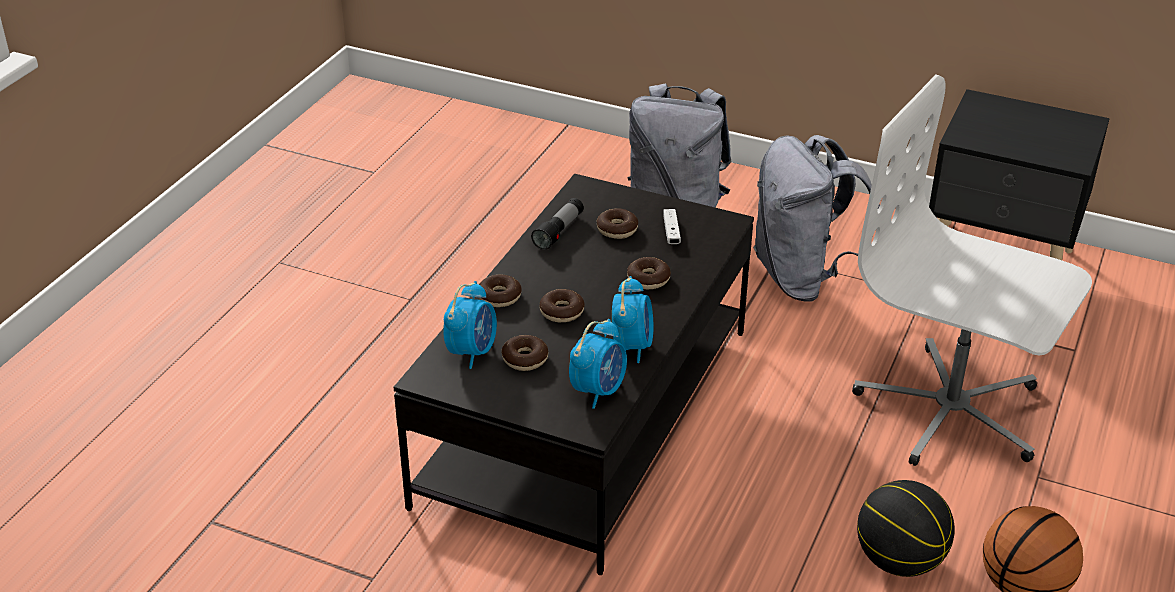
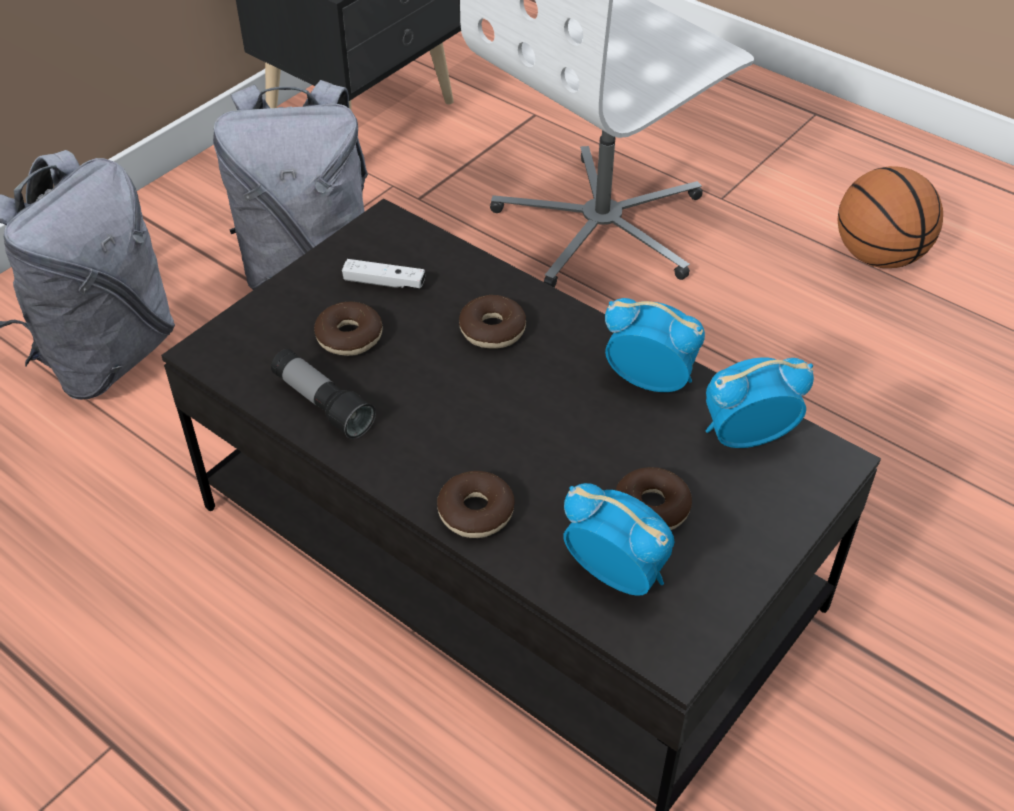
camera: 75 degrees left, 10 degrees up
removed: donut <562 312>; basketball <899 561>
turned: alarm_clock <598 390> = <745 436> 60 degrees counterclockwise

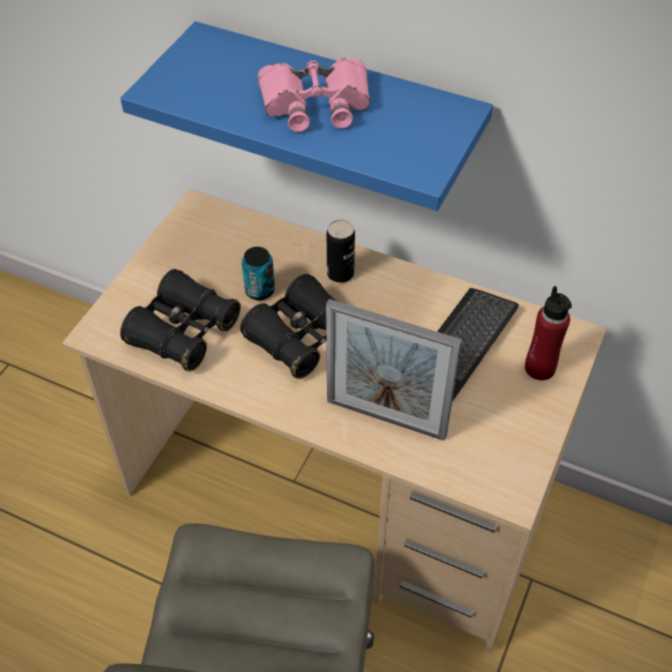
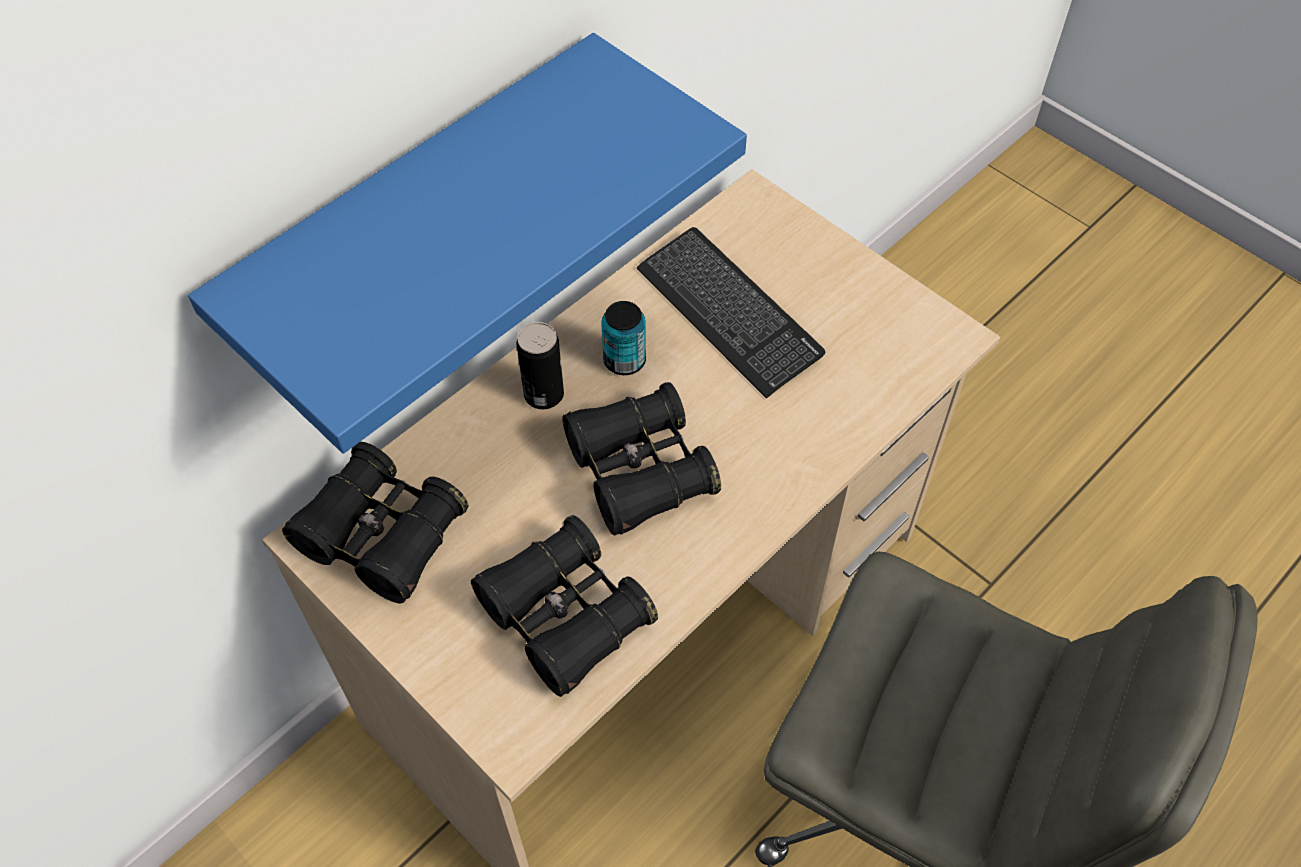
camera: 70 degrees left, 5 degrees up
removed: pink_binoculars <315 103>; picture_frame <386 418>; red_bottle <540 368>
added: black_binoculars <382 535>
moved: can <260 291> to <624 360>

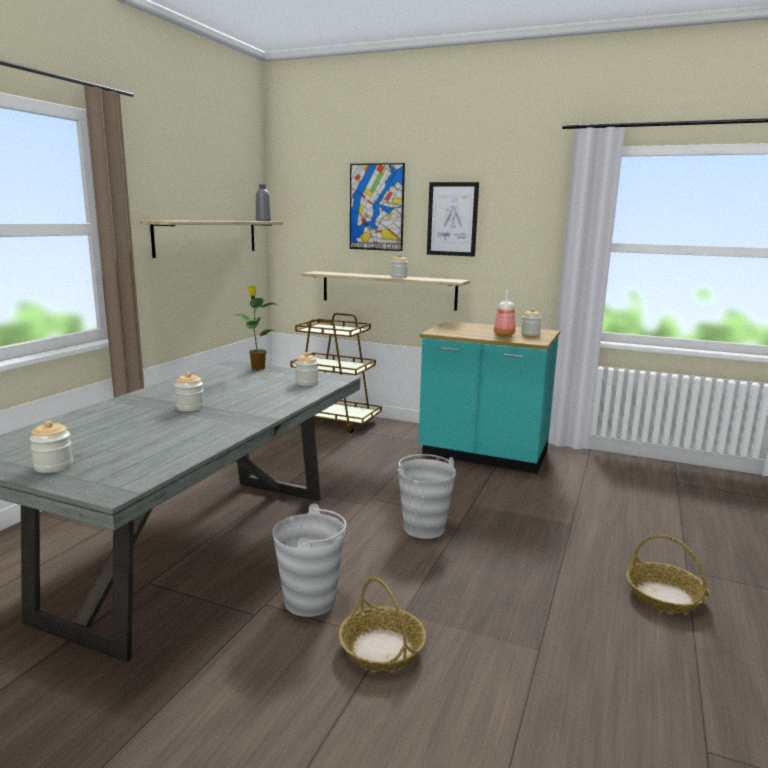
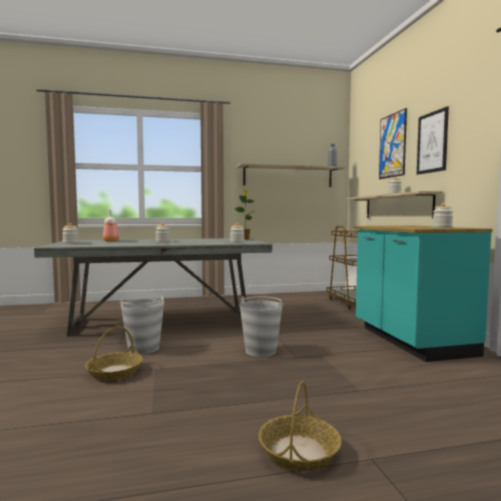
camera: 55 degrees right, 10 degrees down
moved: bottle <503 334> to <111 241>

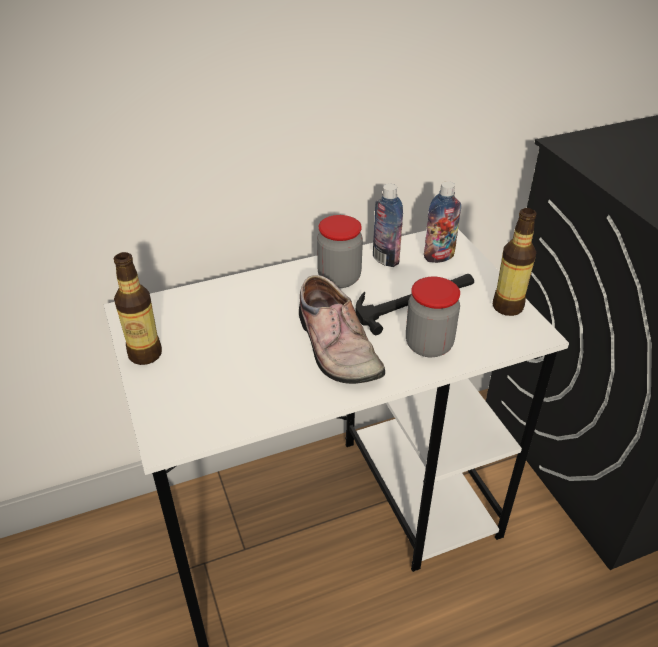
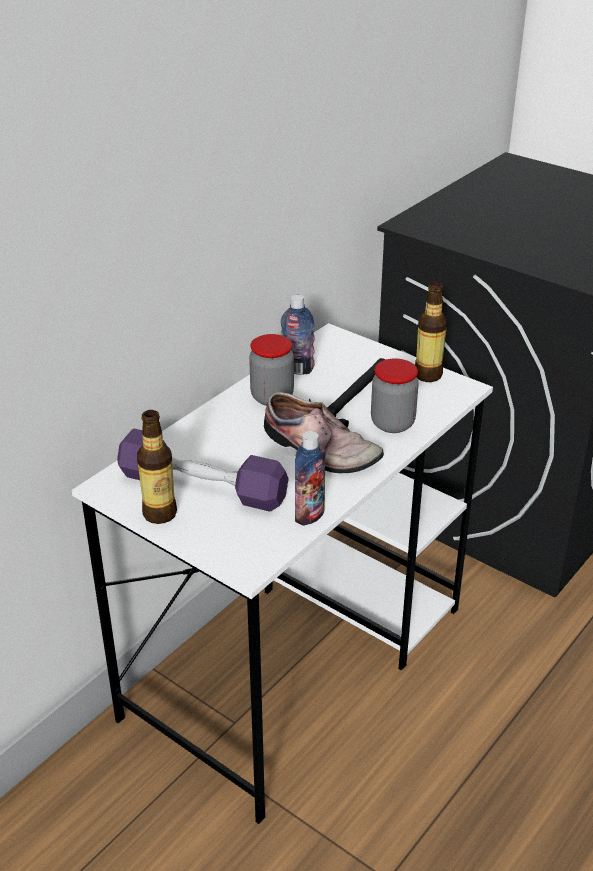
camera: 30 degrees left, 5 degrees down
added: purple_dumbbell <202 487>
moved: bottle <439 256> to <309 515>

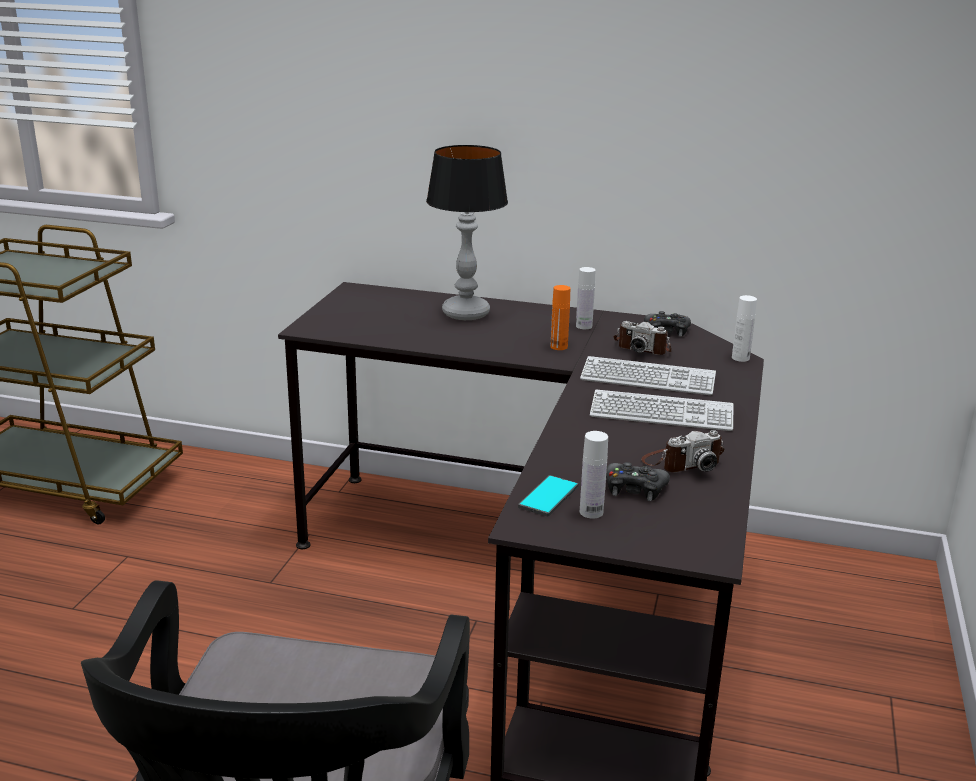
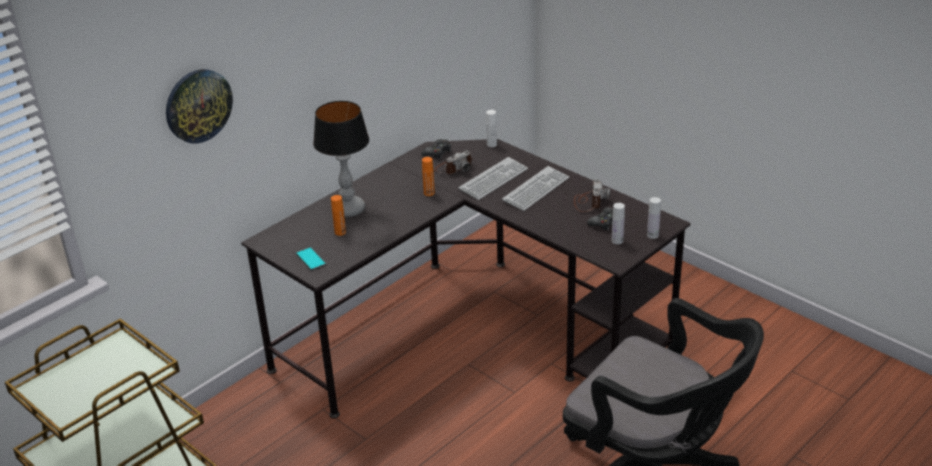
camera: 60 degrees left, 10 degrees up
added: wall_clock <198 105>; orange_bottle <340 232>
moved: phone <548 497> to <311 259>; white_bottle <584 326> to <652 235>

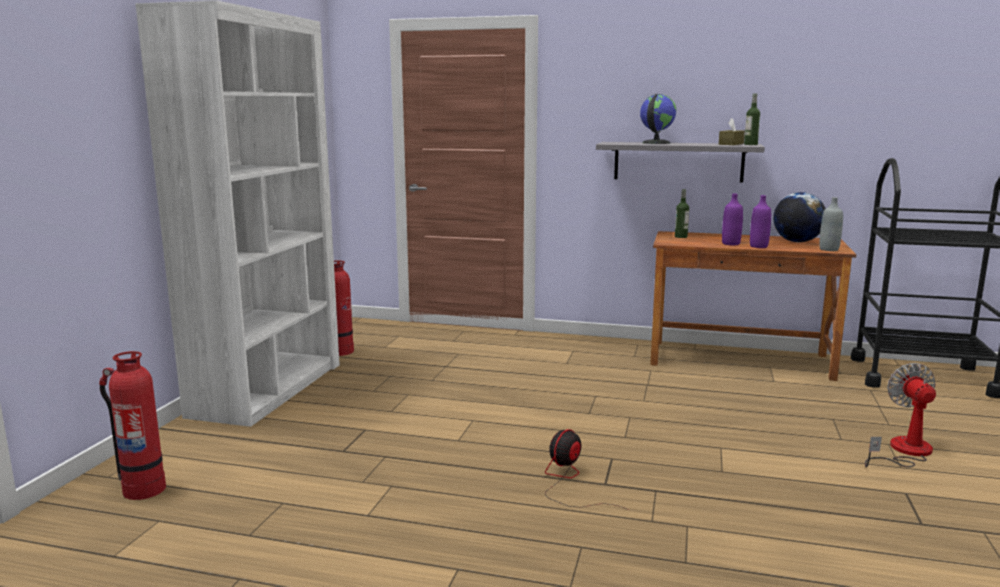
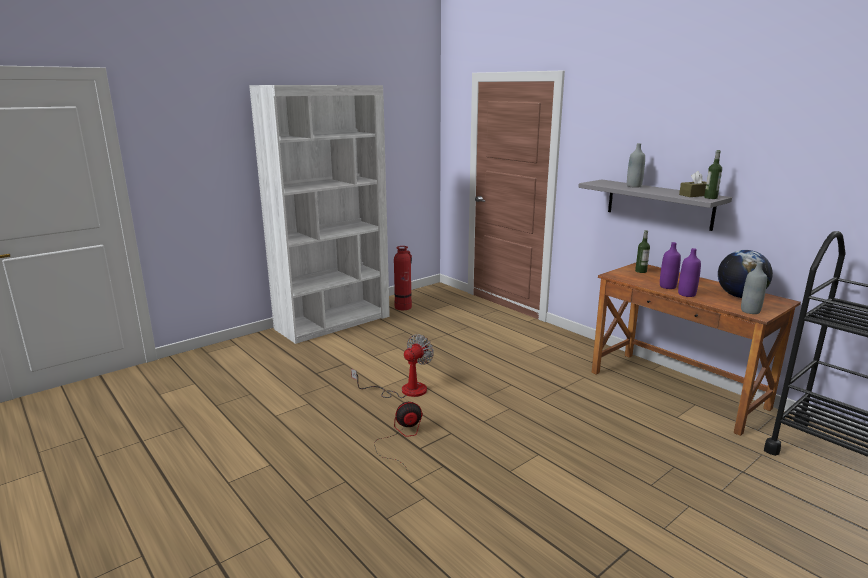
camera: 35 degrees right, 5 degrees up
removed: fire_extinguisher <143 489>
moved: fan <903 452> to <404 390>
replaced: globe <655 143> to grey_bottle <634 186>

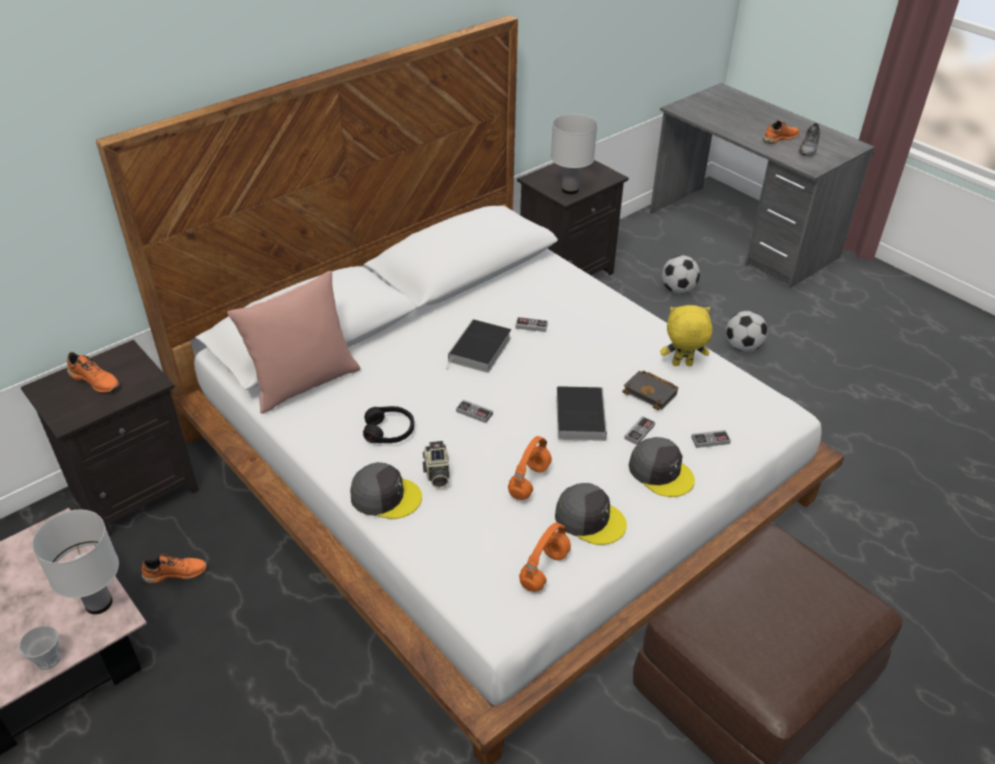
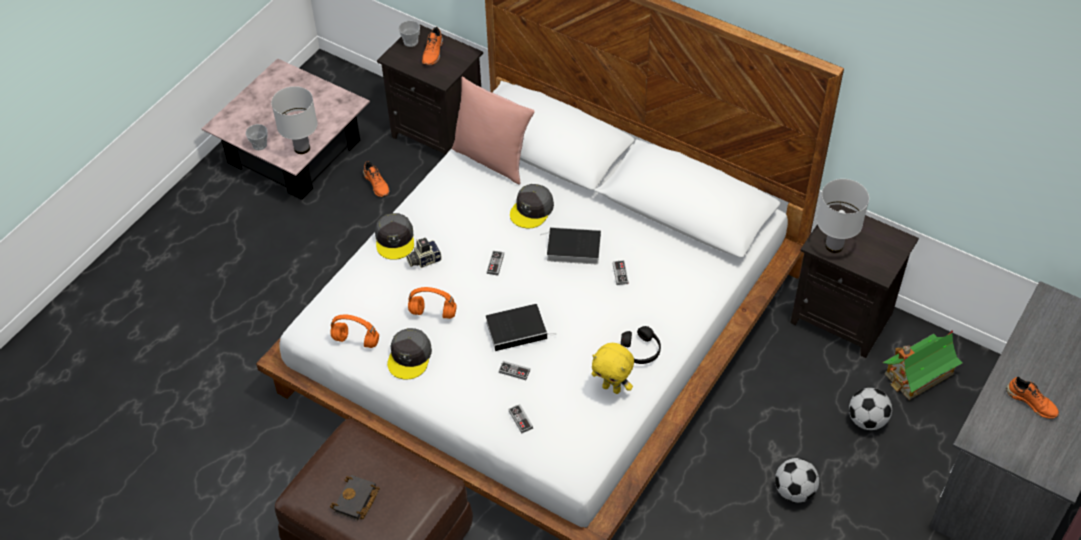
camera: 75 degrees right, 10 degrees up
removed: grey_shoe <809 149>
added: cup <411 42>; toy_house <918 374>
moved: black_book <652 393> to <356 501>; grey_cap <661 472> to <532 210>; black_headphones <389 431> to <640 350>
turned: yellow_plush_toy <682 365> = <612 388> 135 degrees clockwise

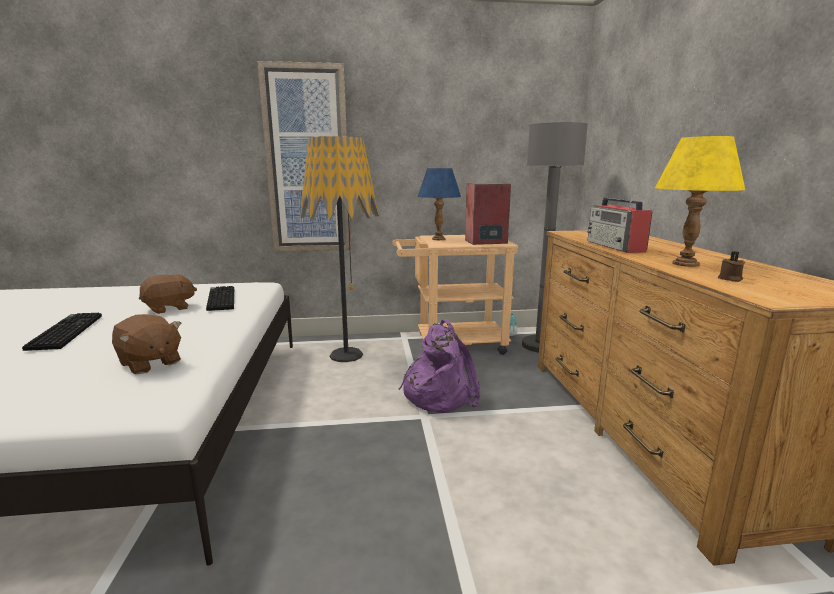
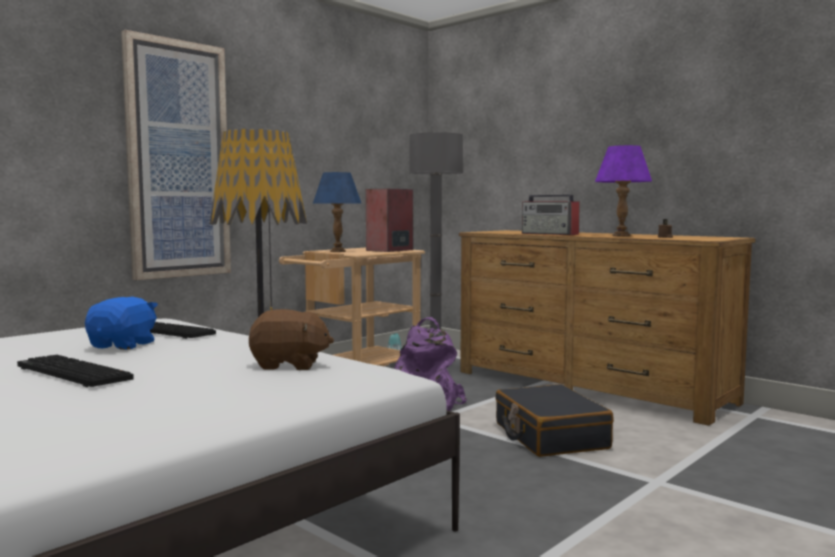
camera: 40 degrees left, 10 degrees down
added: black_suitcase <550 436>
recoloured: brown_plush_toy <169 308> to blue_plush_toy <124 345>; yellow_table_lamp <685 264> to purple_table_lamp <621 236>

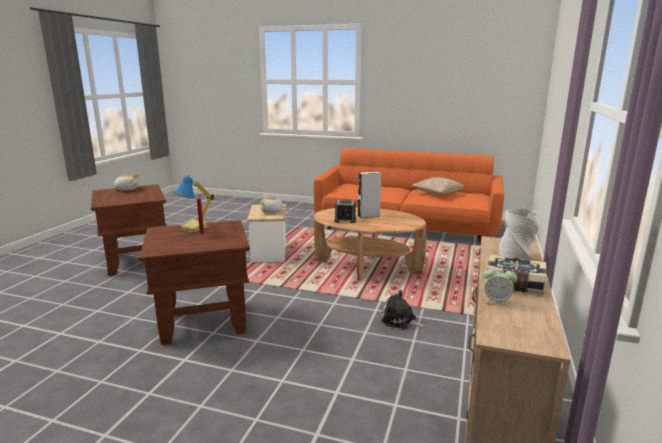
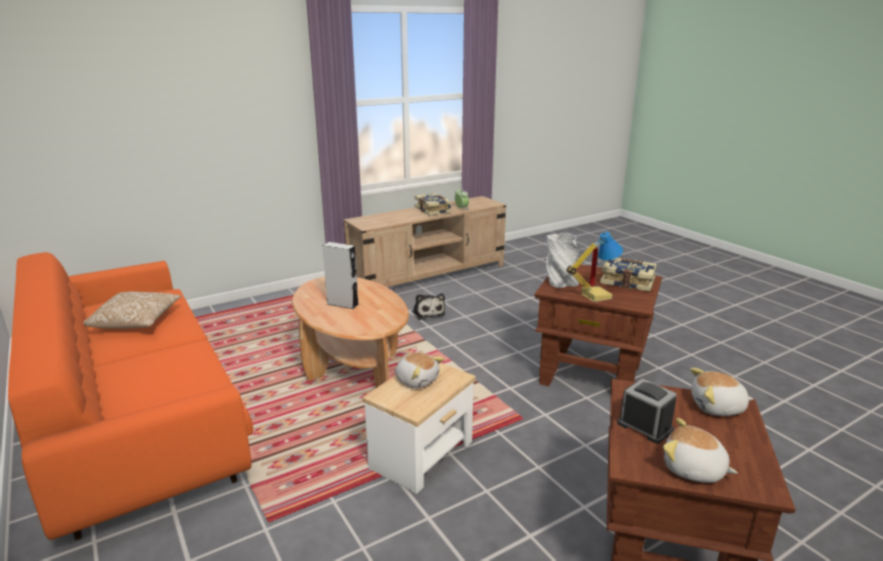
camera: 140 degrees left, 5 degrees up
added: book <627 282>; plush_toy <717 407>
moved: grey_vase <515 257> to <560 282>; alarm_clock <345 220> to <645 426>

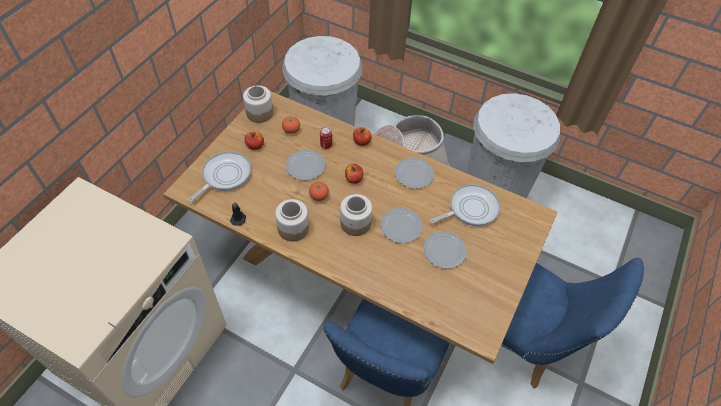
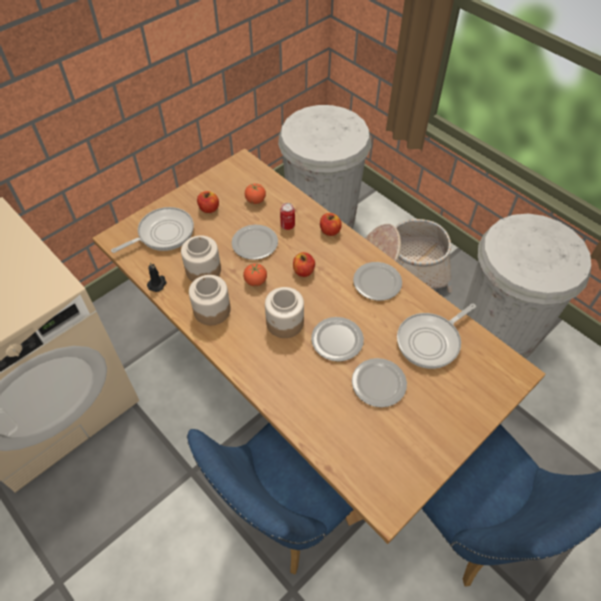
camera: 20 degrees right, 0 degrees up
moved: jar <259 113> to <203 270>
turned: frying_pan <470 209> = <431 341> 150 degrees clockwise

